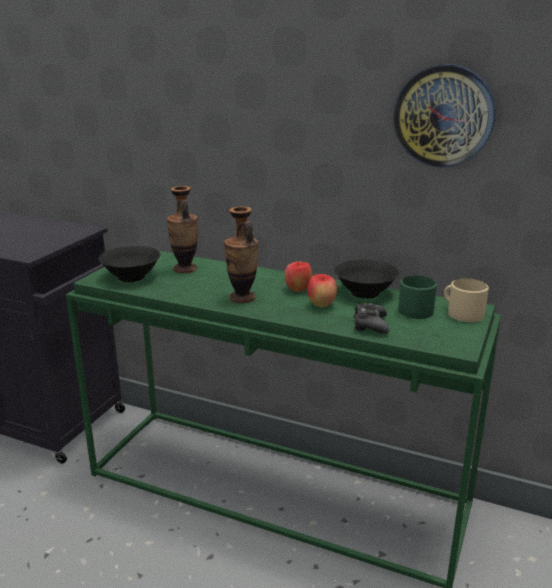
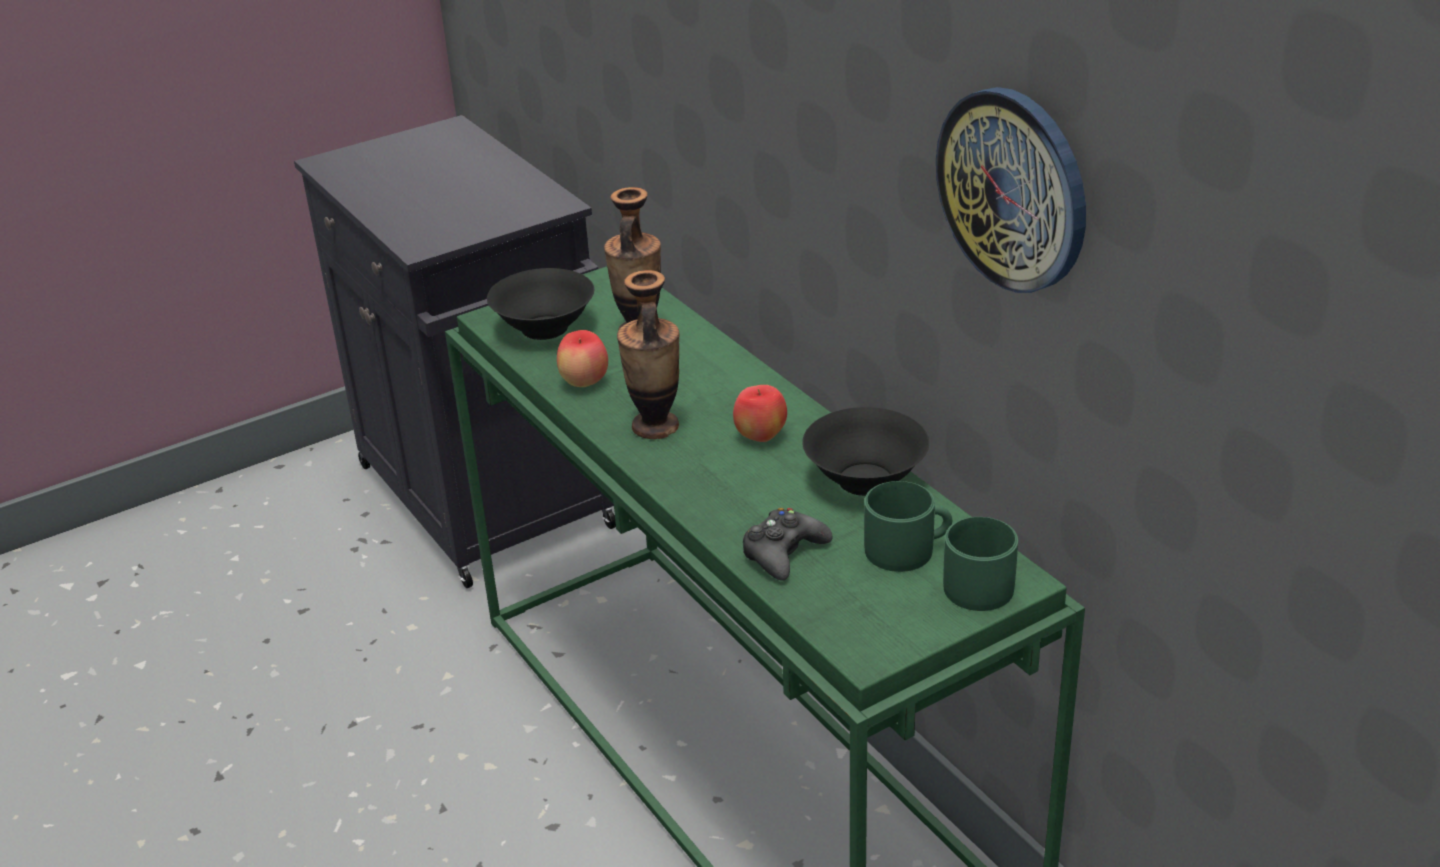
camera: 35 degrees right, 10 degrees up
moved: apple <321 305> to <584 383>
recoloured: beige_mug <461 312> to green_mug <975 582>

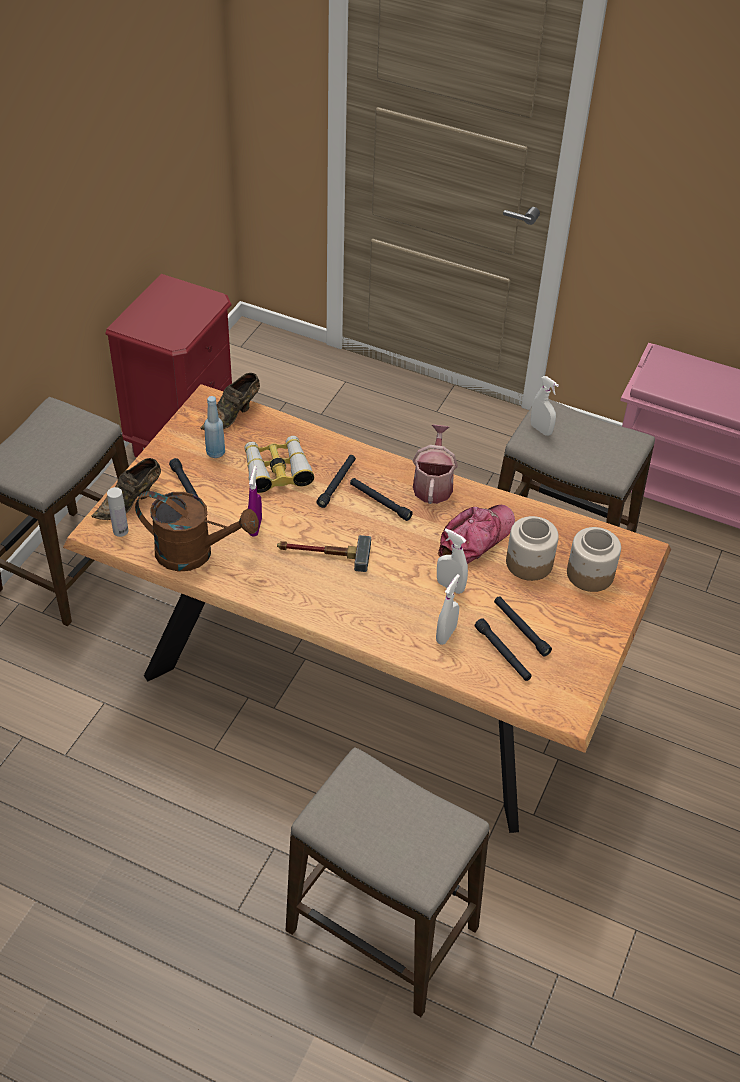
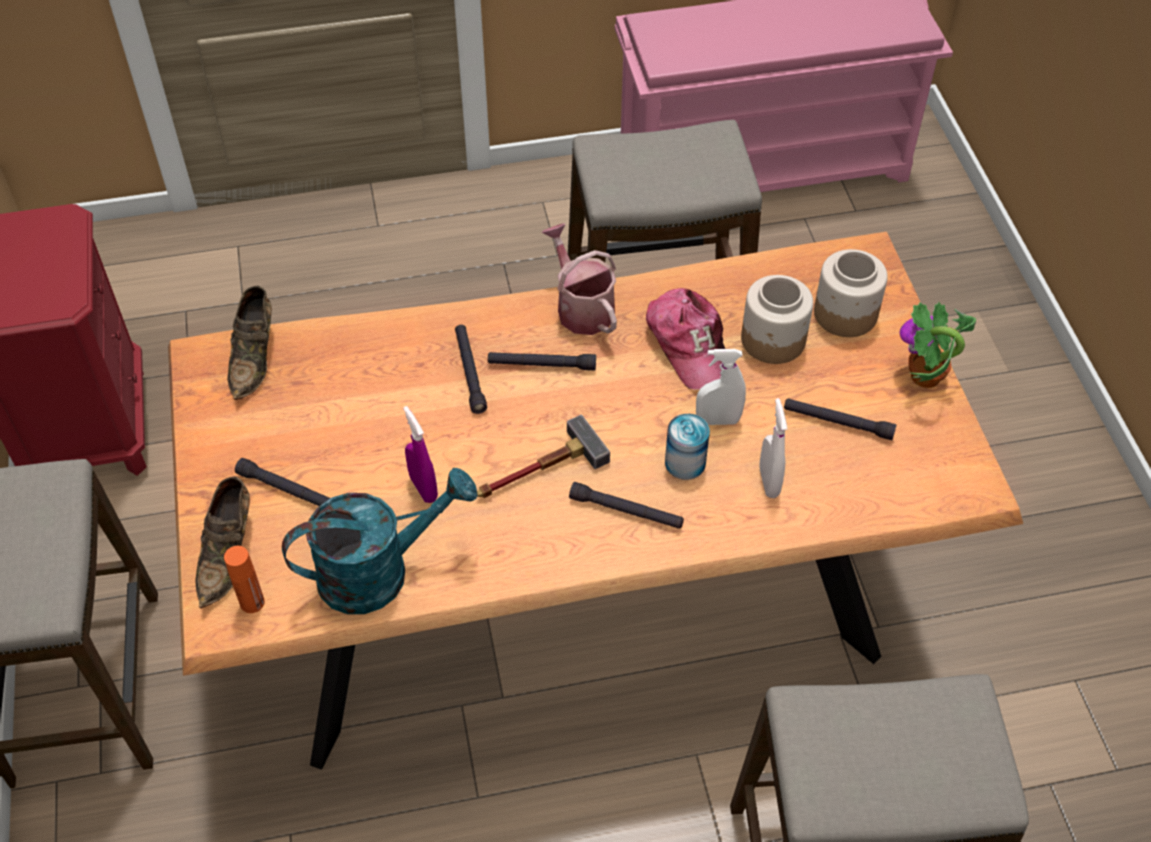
camera: 35 degrees left, 5 degrees up
removed: blue_bottle <215 452>; binoculars <277 470>; white_spray_bottle <541 429>
added: can <685 463>; potted_plant <925 377>
moved: black_flashlight <502 653> to <626 511>
recoloured: white_bottle <120 531> to orange_bottle <252 602>; brown_watering_can <194 553> to turquoise_watering_can <379 571>
turned: cap <475 538> = <690 345> 150 degrees clockwise

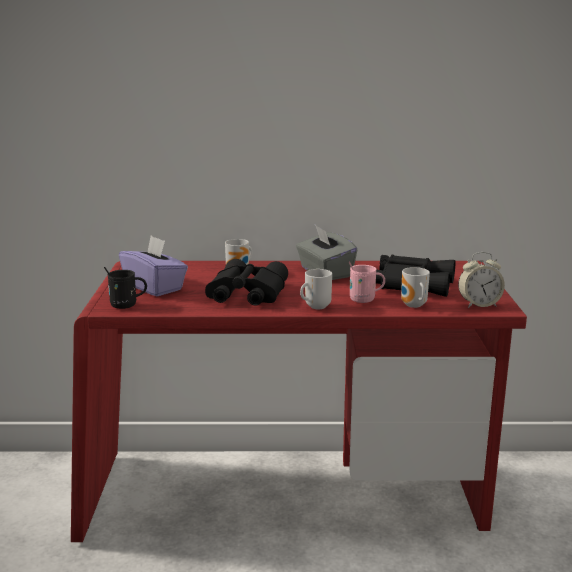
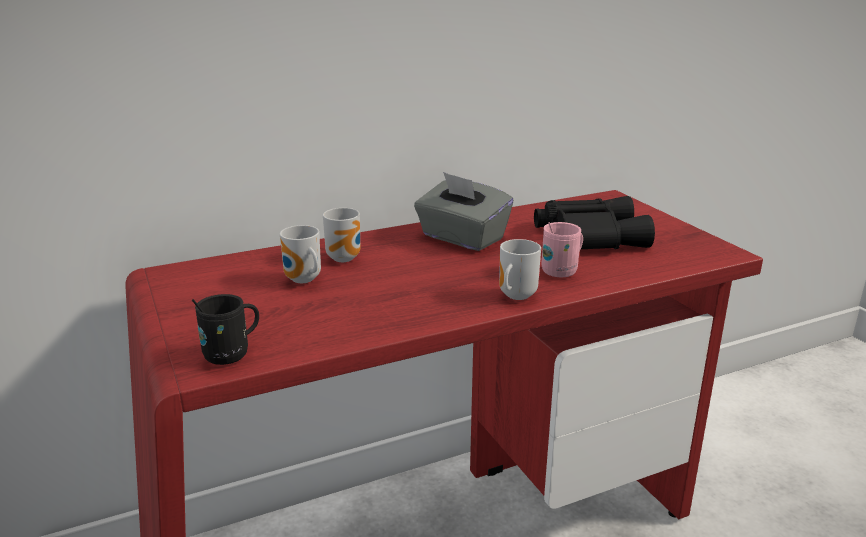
camera: 25 degrees left, 5 degrees up
removed: purple_tissue_box <155 287>; black_binoculars <245 294>; alarm_clock <479 305>
moved: mug <413 306> to <303 280>

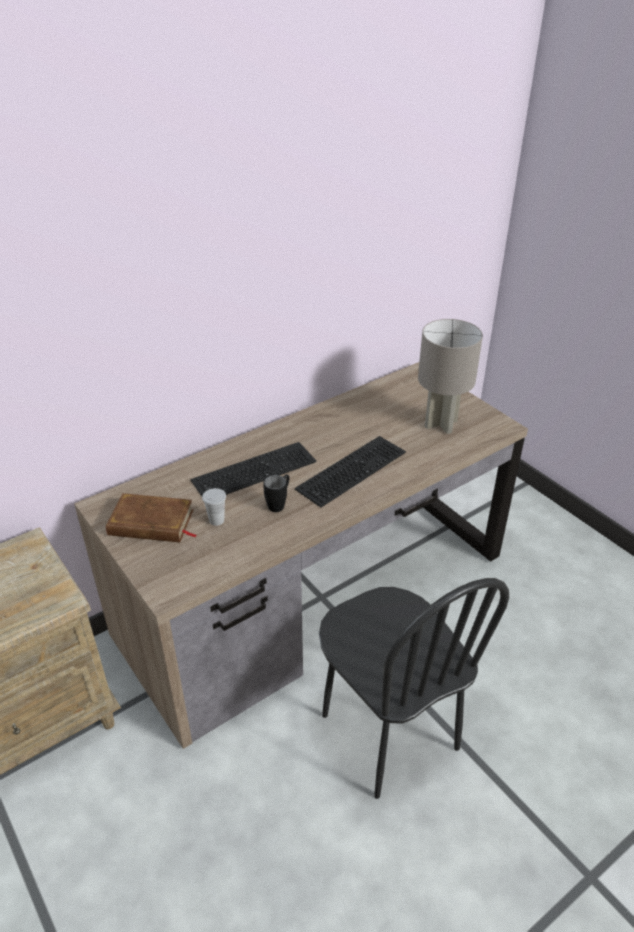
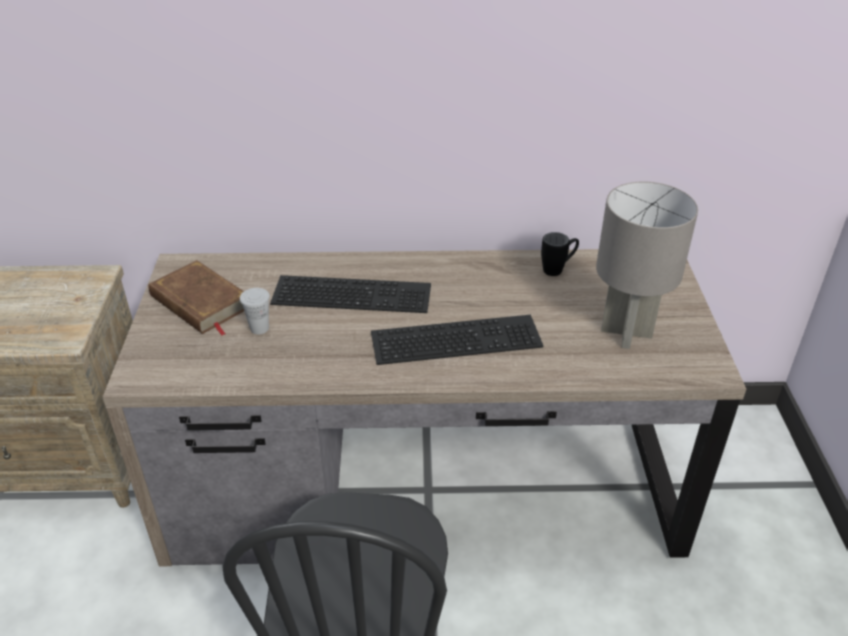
camera: 35 degrees right, 0 degrees up
moved: black_mug <279 503> to <558 269>

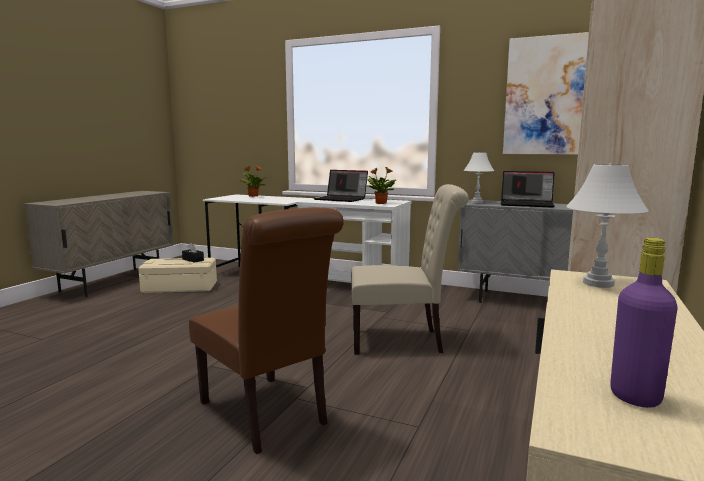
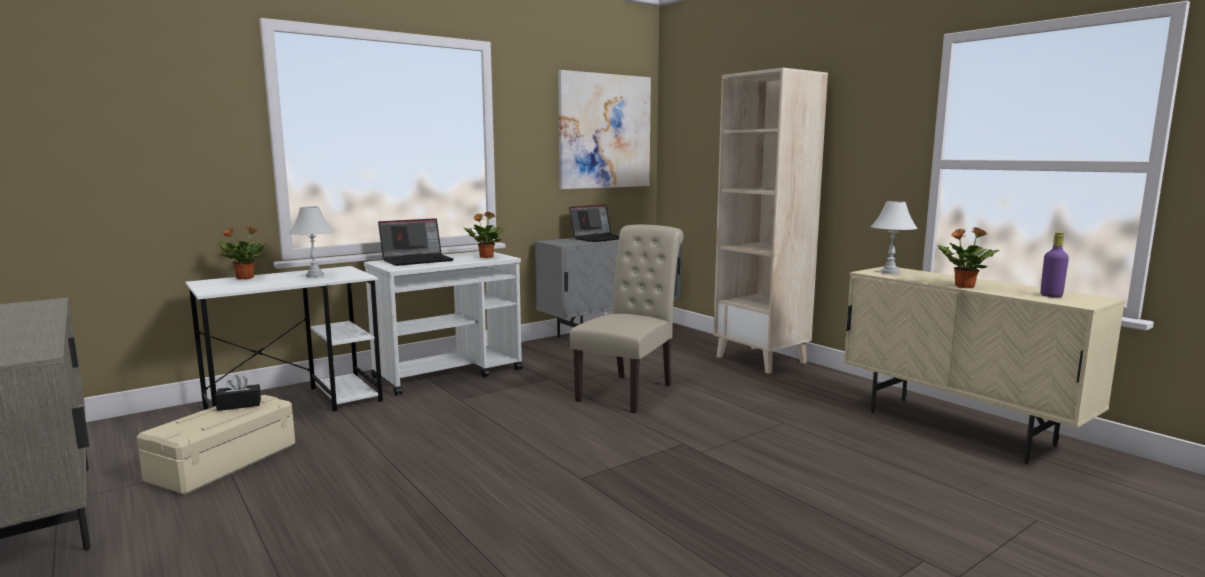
camera: 60 degrees left, 0 degrees up
removed: brown_chair <267 415>
added: potted_plant <963 286>
moved: white_table_lamp <477 202> to <315 276>

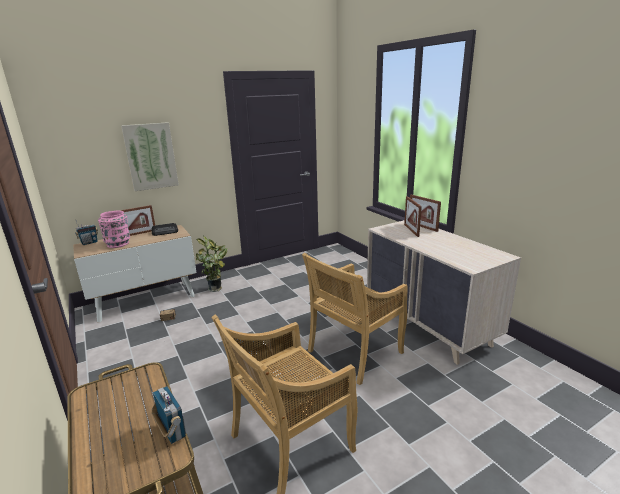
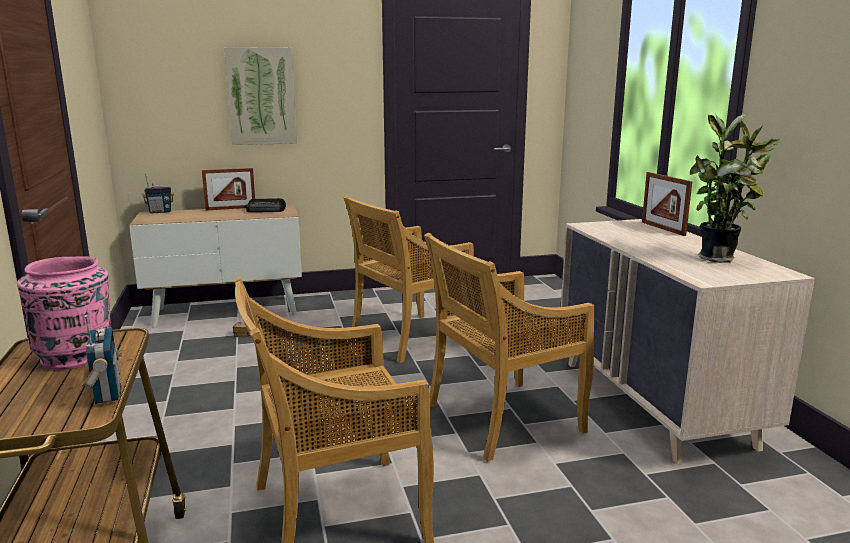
camera: 15 degrees right, 5 degrees down
removed: picture_frame <411 230>
added: beige_chair <409 338>
moved: pink_vase <118 244> to <76 357>; potted_plant <216 289> to <720 259>

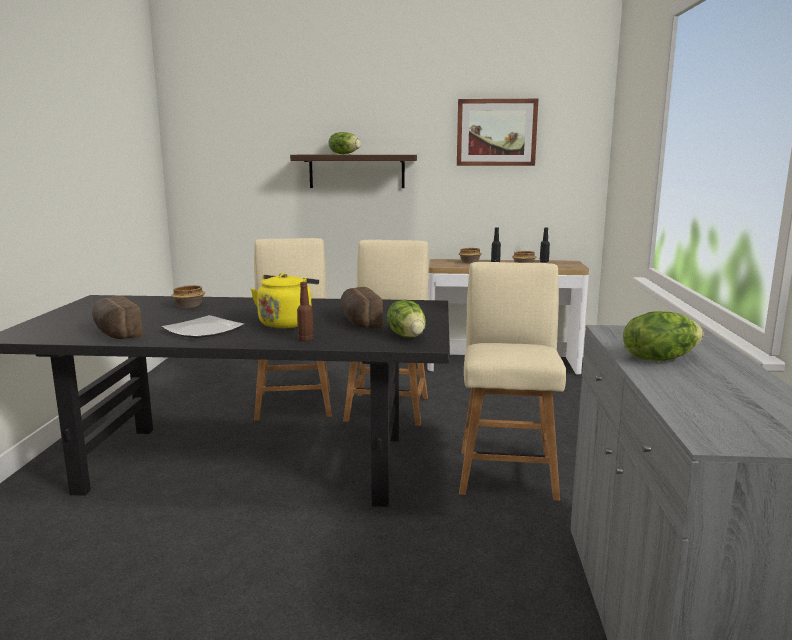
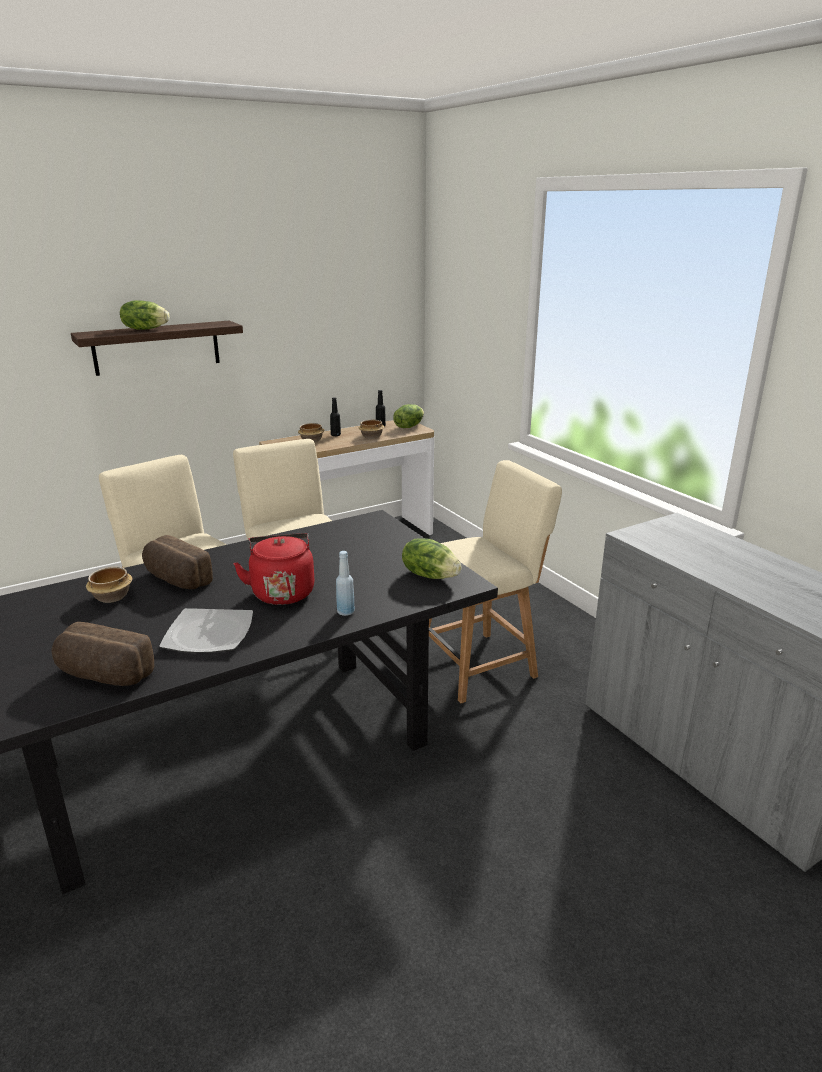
camera: 35 degrees left, 10 degrees up
removed: picture <496 132>
moved: bread <359 322> to <175 579>; lettuce <659 358> to <408 426>
recoloured: yellow_kettle <286 323> to red_kettle <282 592>; brown_bottle <305 339> to blue_bottle <345 612>
turned: beige_chair <506 471> = <480 664> 90 degrees clockwise

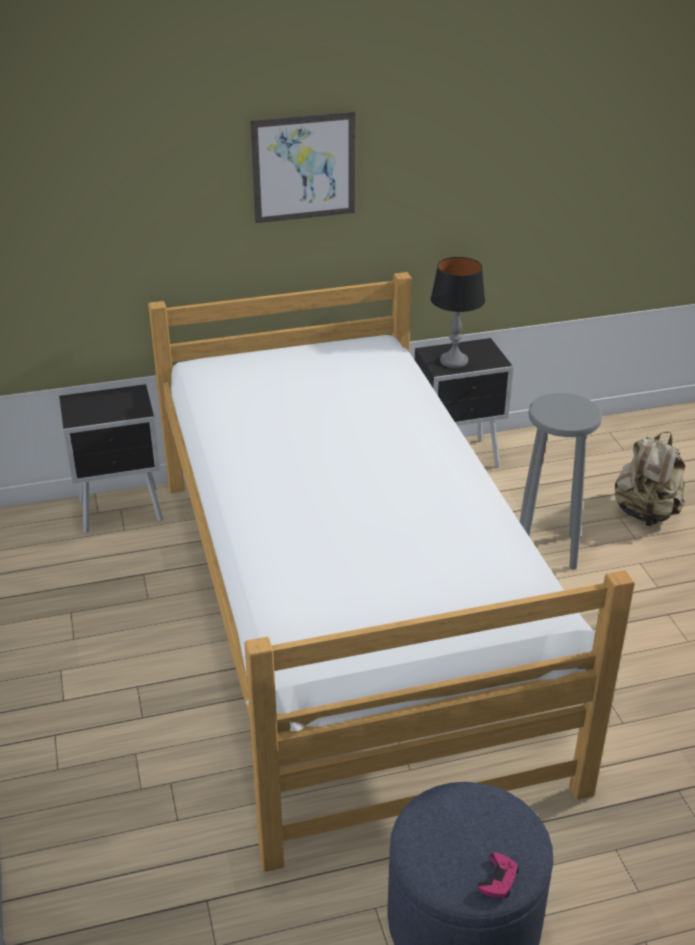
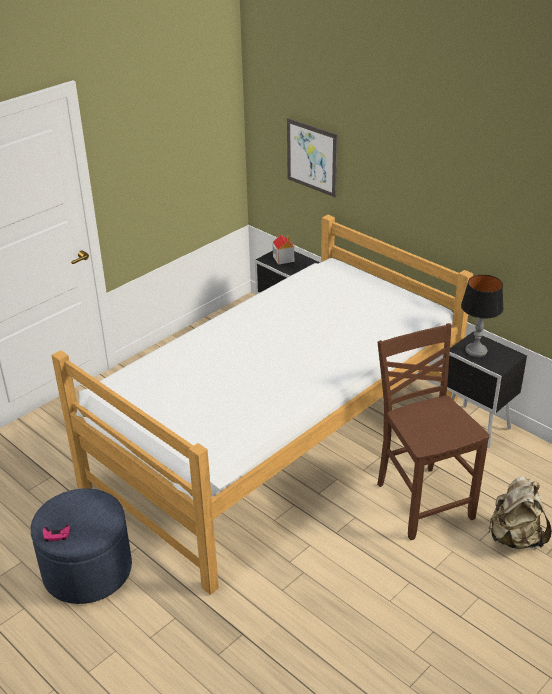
camera: 60 degrees right, 0 degrees up
added: toy_house <283 259>
moved: picture <304 167> to <312 157>
replaced: grey_stool <547 548> to brown_chair <422 500>

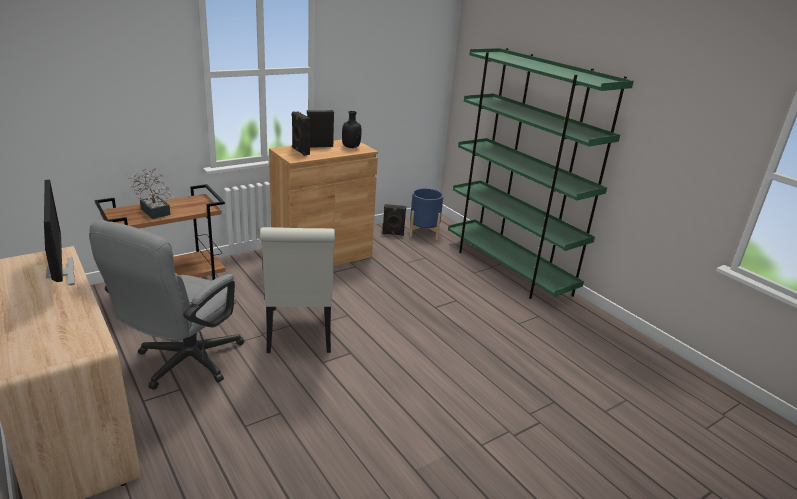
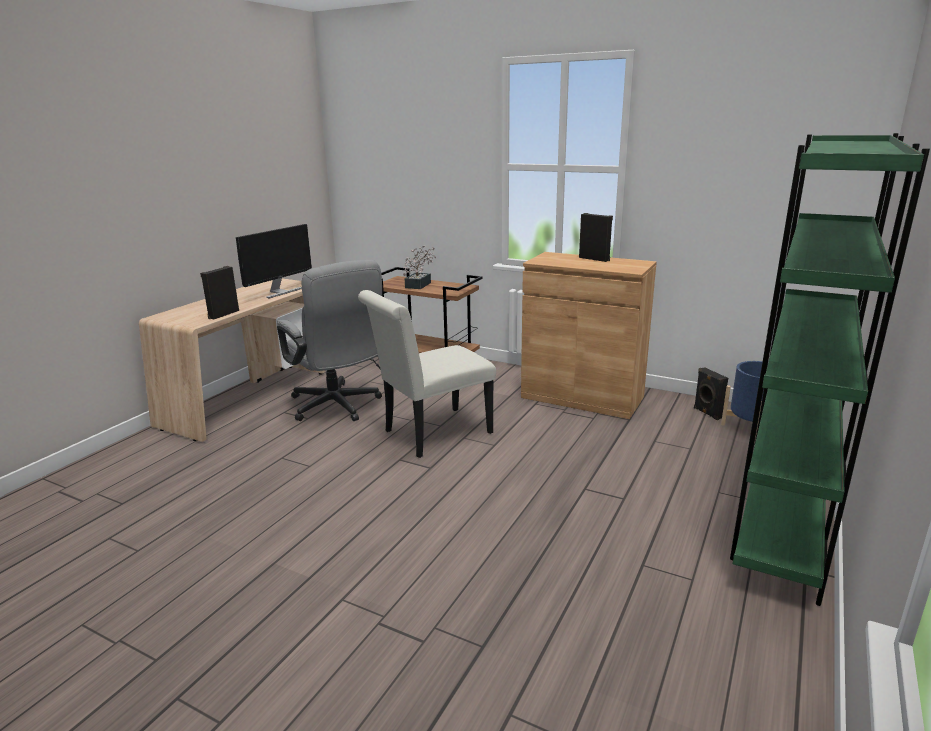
camera: 65 degrees right, 5 degrees down
removed: black_bottle <350 147>
moved: black_speaker <300 151> to <223 314>
turned: grey_office_chair <182 364> = <338 407> 120 degrees counterclockwise

